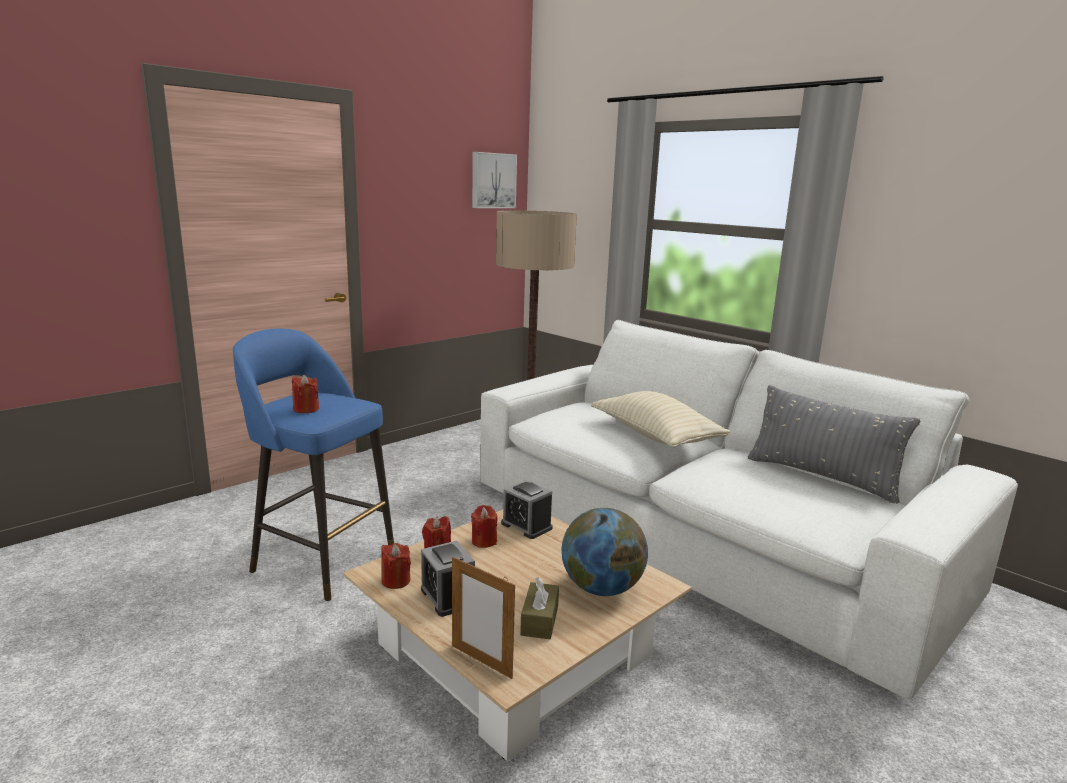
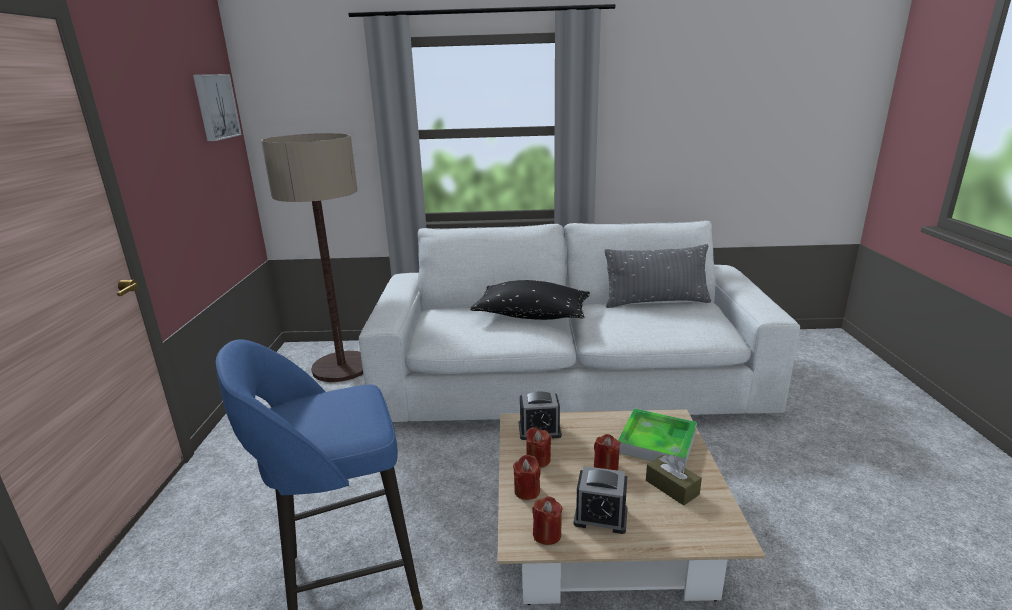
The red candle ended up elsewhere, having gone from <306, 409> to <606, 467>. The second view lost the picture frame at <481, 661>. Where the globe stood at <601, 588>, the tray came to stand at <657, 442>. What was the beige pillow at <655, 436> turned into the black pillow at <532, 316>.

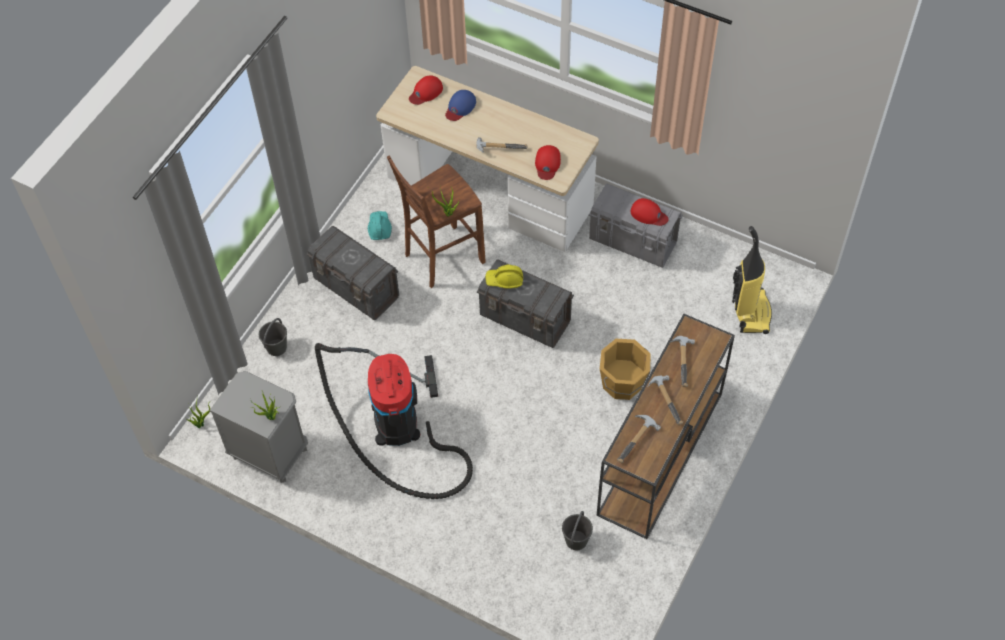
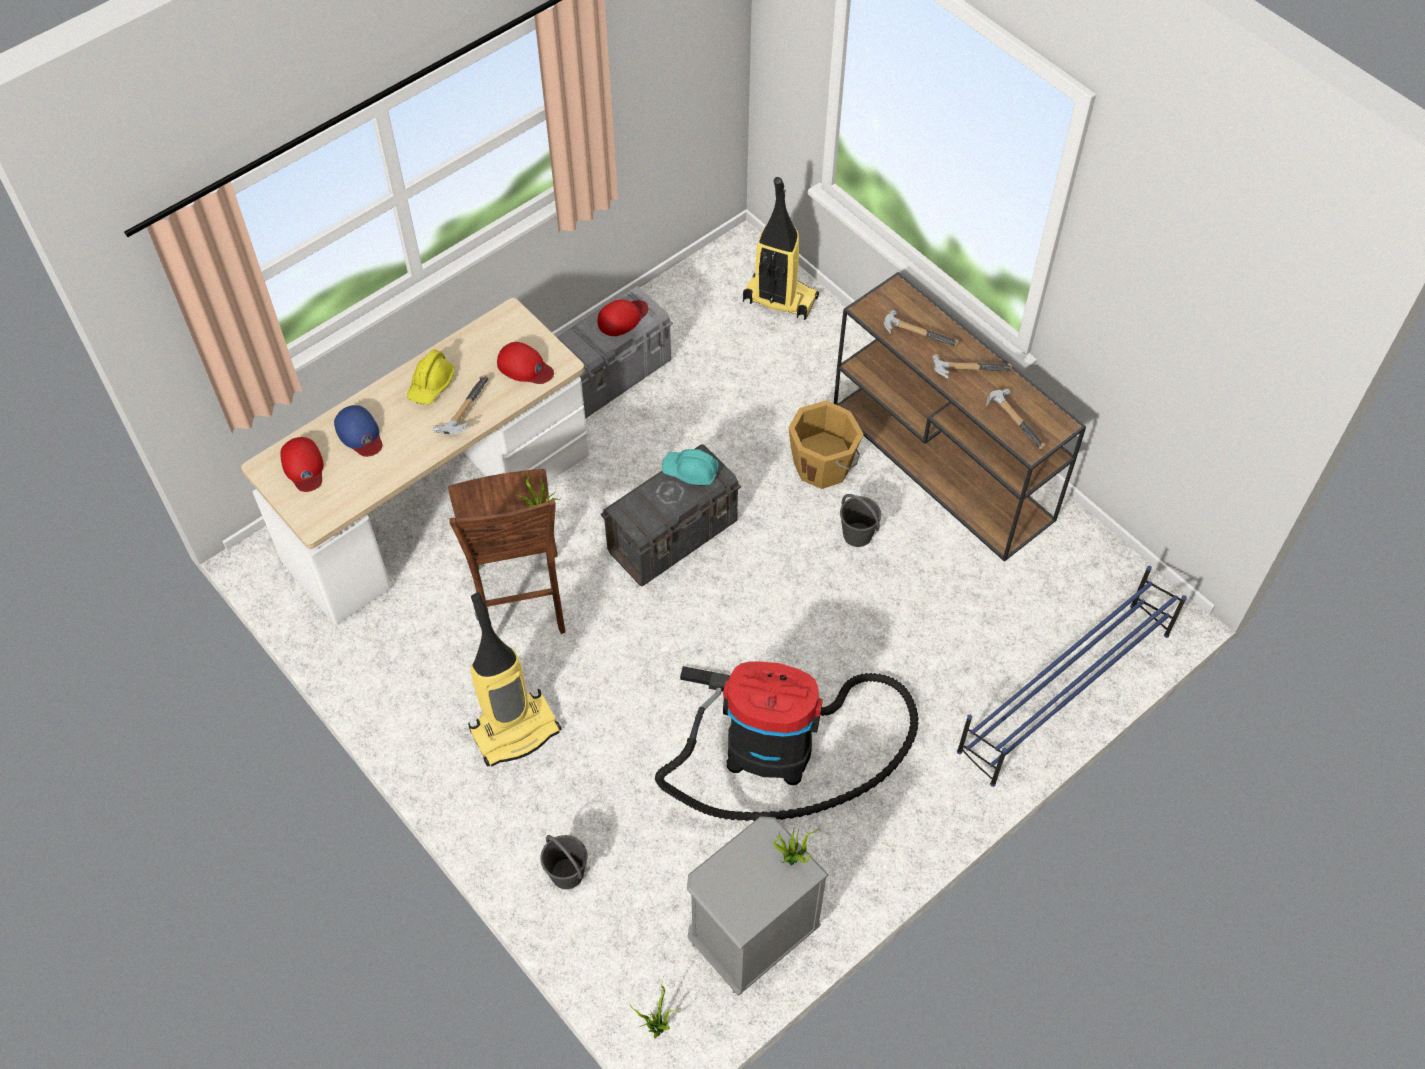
Where the grey storage box stood at <356, 288>, the vacuum cleaner came to stand at <515, 729>. The turquoise hard hat ended up elsewhere, having gone from <379, 228> to <690, 471>. The yellow hard hat ended up elsewhere, having gone from <504, 280> to <431, 385>. The grey bucket ended up elsewhere, having gone from <576, 540> to <858, 535>. The second view gained the blue shoe rack at <1063, 692>.

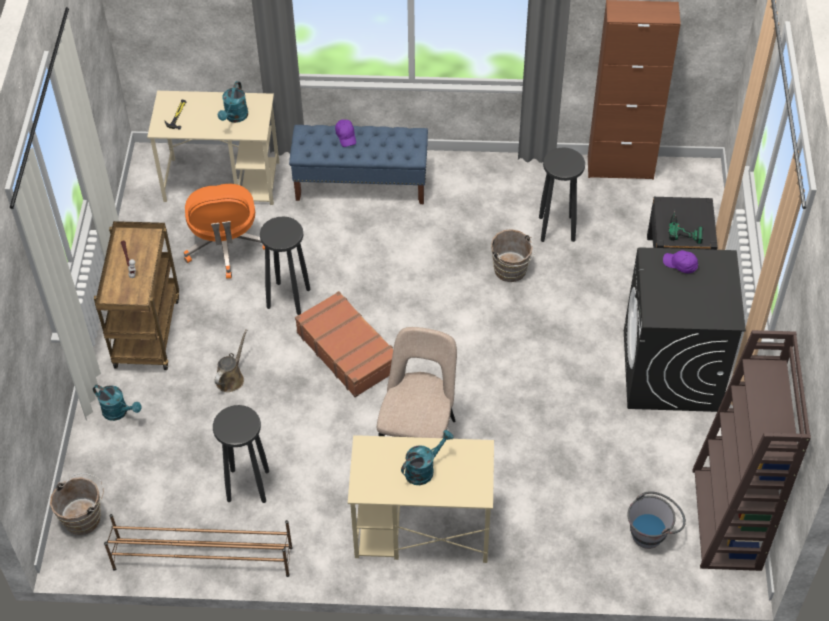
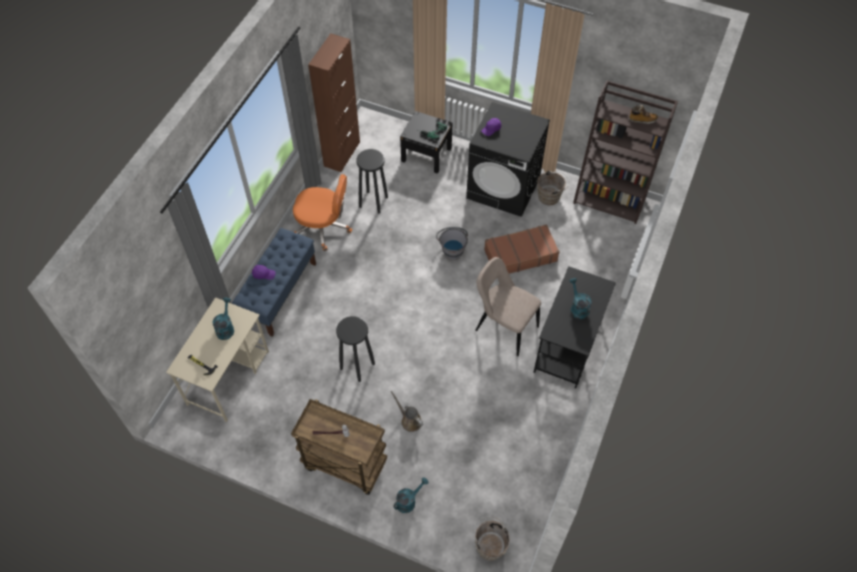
The second view lost the brown shoe rack at <202, 557>. The orange office chair ended up elsewhere, having gone from <225, 246> to <323, 227>. The second view lost the black stool at <247, 485>. The turquoise watering can at <235, 117> ended up facing another way, 120 degrees counterclockwise from before. The brown suitcase ended up elsewhere, having gone from <348, 351> to <520, 255>. What was the beige desk at <421, 530> turned into the black desk at <567, 347>. The brown bucket ended up elsewhere, having gone from <511, 271> to <550, 197>. The grey bucket ended up elsewhere, having gone from <652, 532> to <452, 249>. The second view gained the boot at <642, 120>.

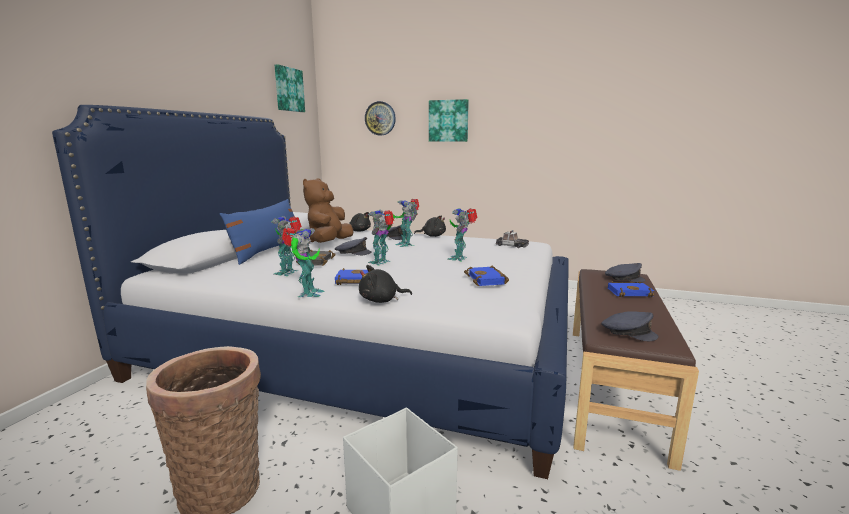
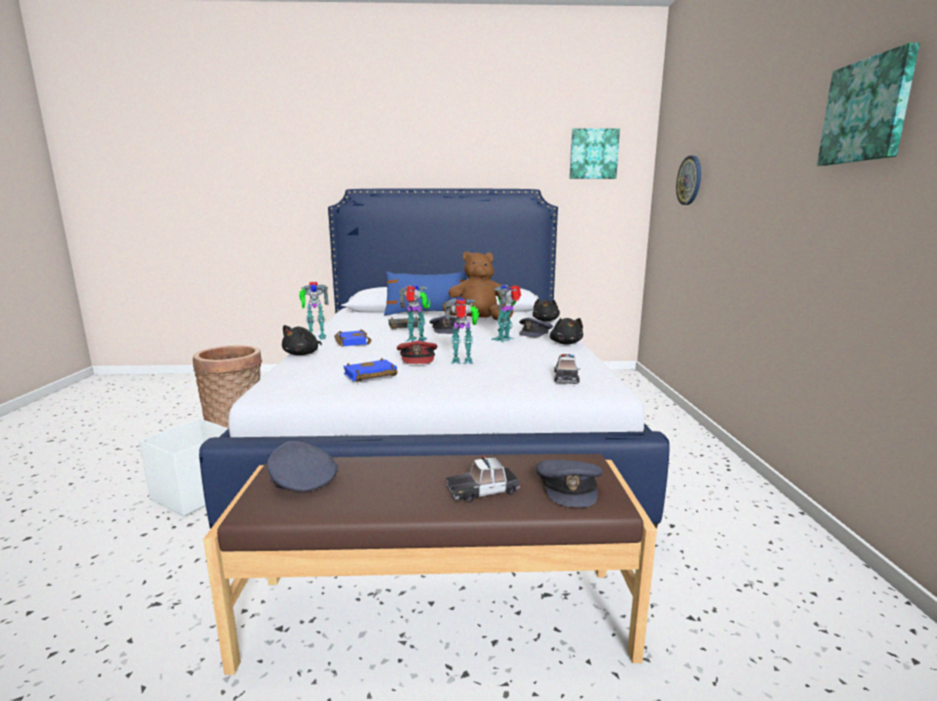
The second view lost the toy robot at <288, 272>. The black plush toy at <381, 300> ended up facing another way, 120 degrees counterclockwise from before. The picture ended up elsewhere, having gone from <448, 121> to <867, 111>. The grey cap at <627, 332> ended up facing another way, 120 degrees clockwise from before. Where the blue book stood at <630, 292>, the toy car came to stand at <482, 490>. The second view gained the red cap at <417, 358>.

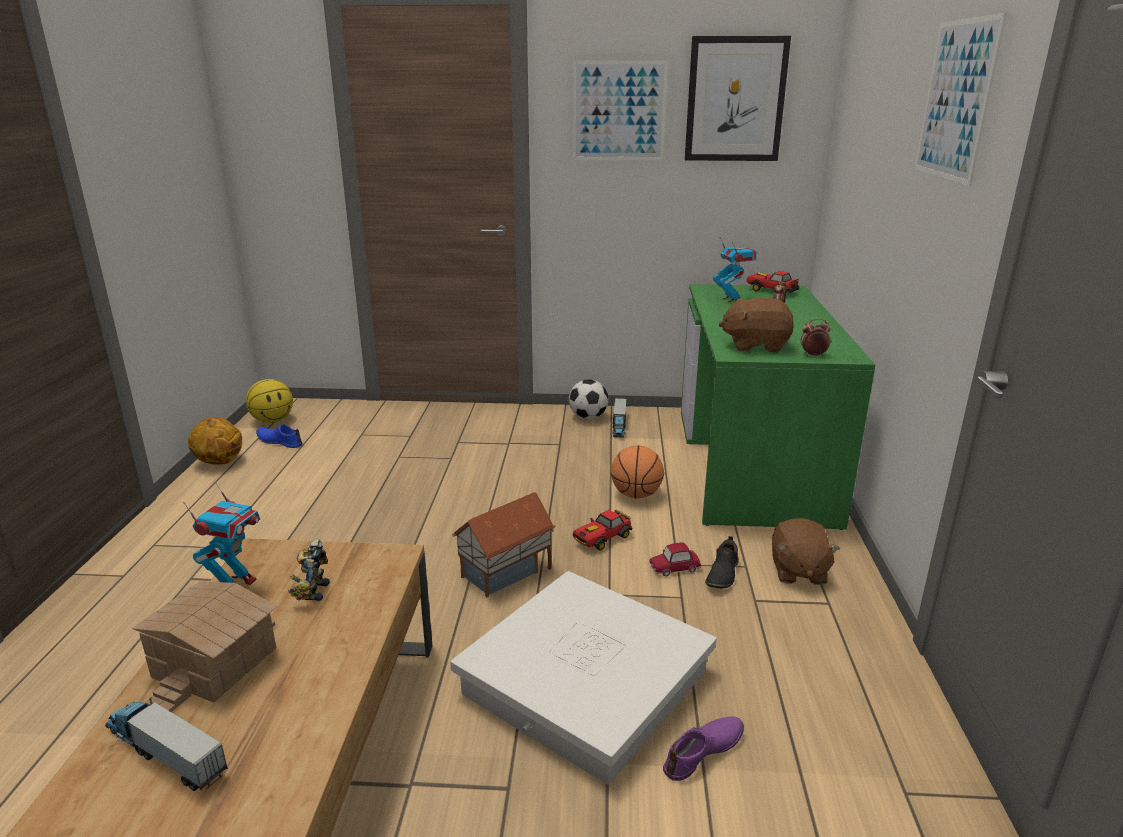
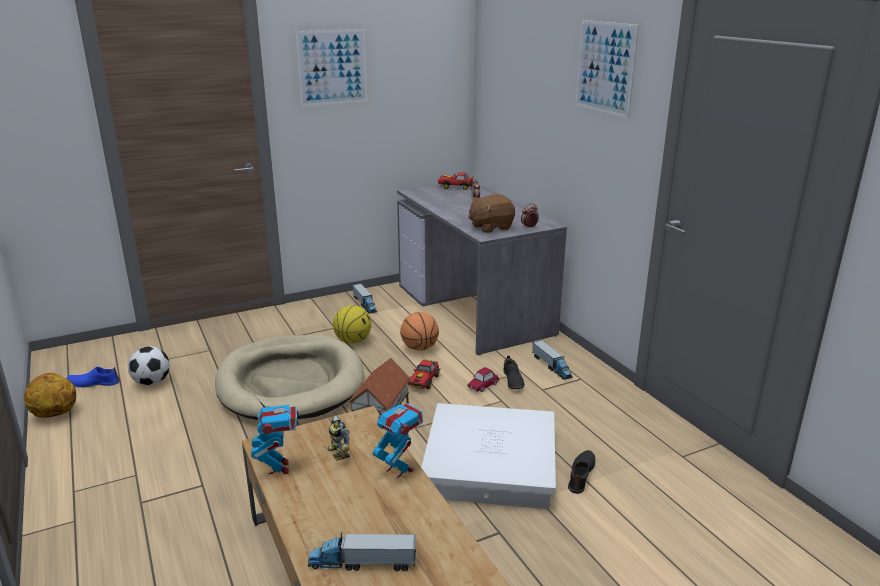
The second view lost the toy house at <213, 662>. The basketball ended up elsewhere, having gone from <273, 421> to <353, 341>. The football ended up elsewhere, having gone from <588, 417> to <152, 382>. What was the purple shoe at <703, 752> turned into the black shoe at <581, 475>. What was the green desk at <753, 464> turned into the grey desk at <474, 309>. The second view lost the picture at <735, 100>. The toy robot ended up elsewhere, having gone from <732, 300> to <399, 469>. Where the brown plush toy stood at <797, 571>, the toy truck came to stand at <551, 366>. The second view gained the beige dog bed at <290, 383>.

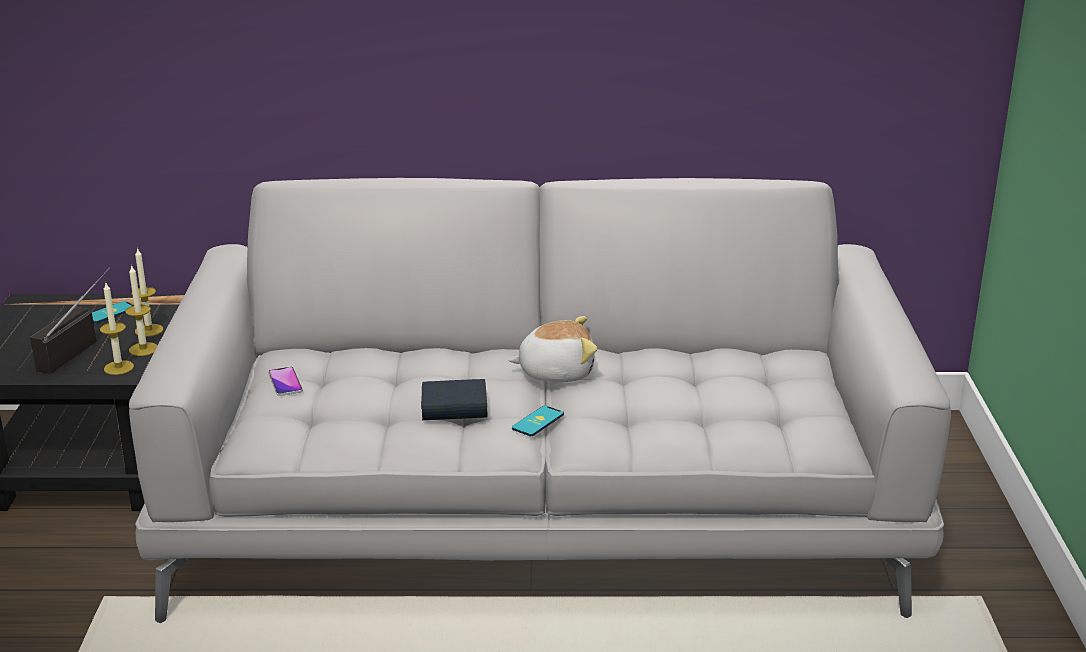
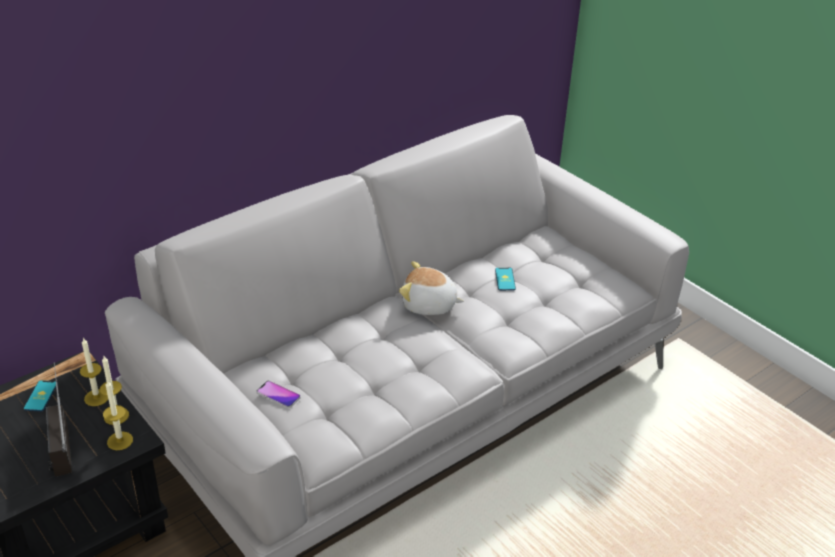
The second view lost the book at <454, 407>. The plush toy at <556, 372> ended up facing another way, 120 degrees counterclockwise from before. The phone ended up elsewhere, having gone from <538, 421> to <505, 279>.

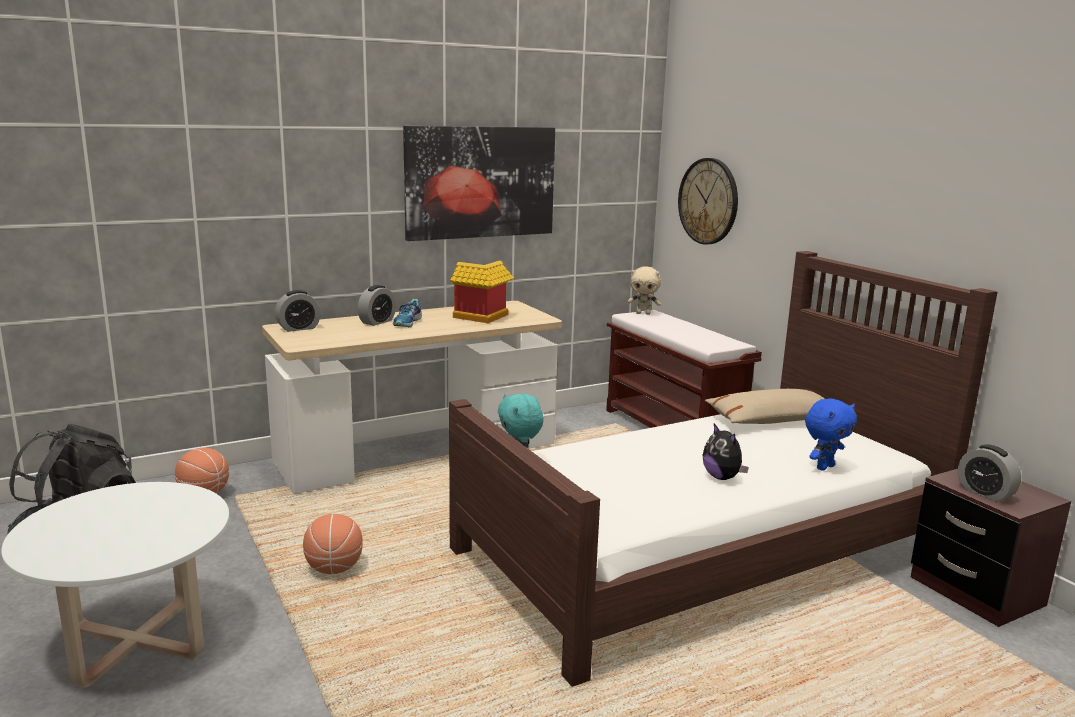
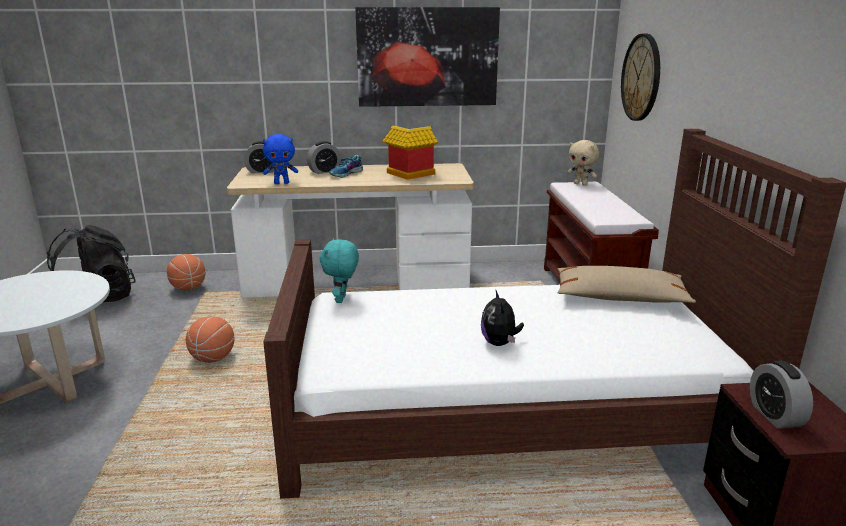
The blue plush toy ended up elsewhere, having gone from <824, 467> to <282, 183>.

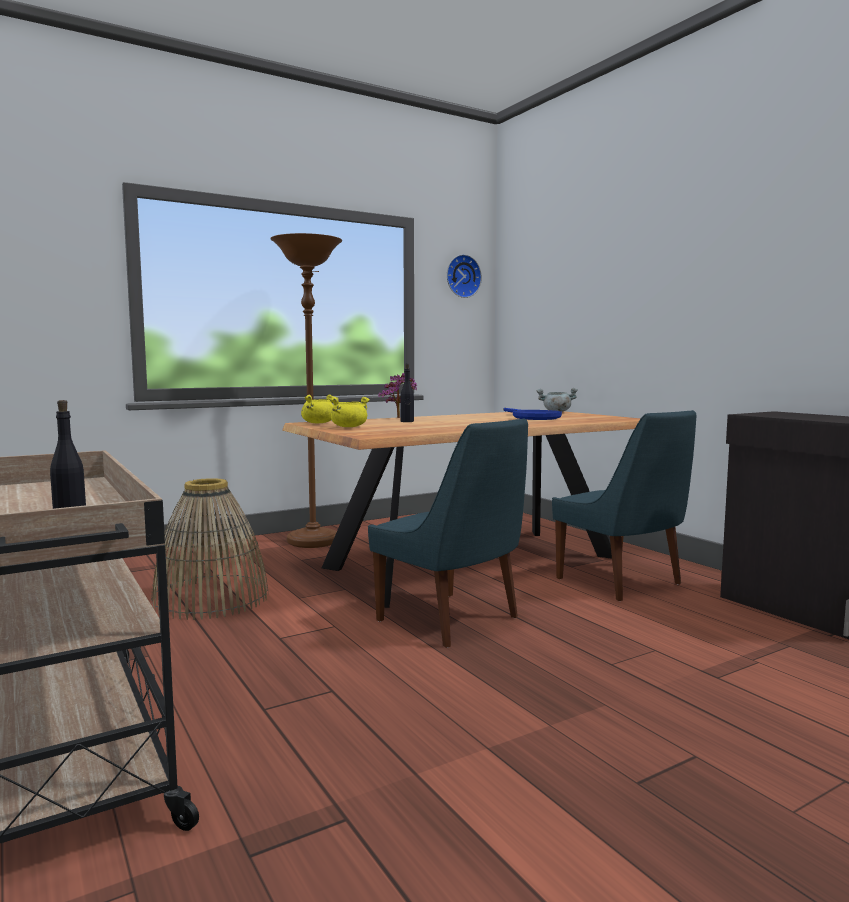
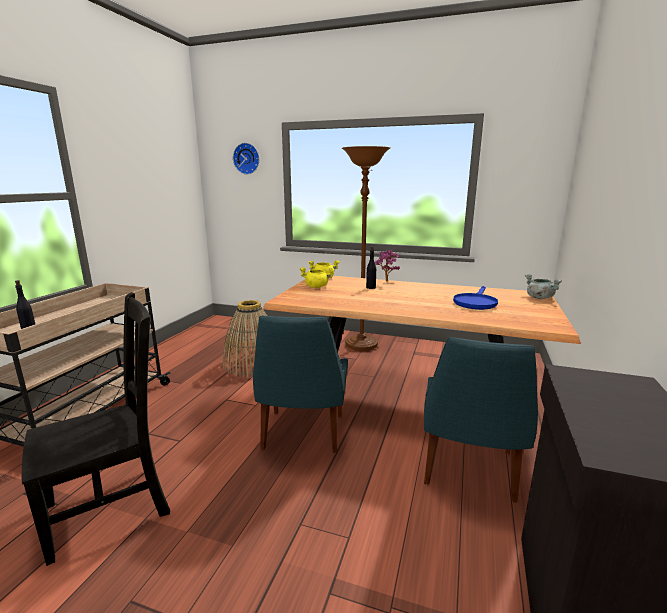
The wall clock ended up elsewhere, having gone from <462, 276> to <247, 158>. The second view gained the black chair at <113, 506>.

